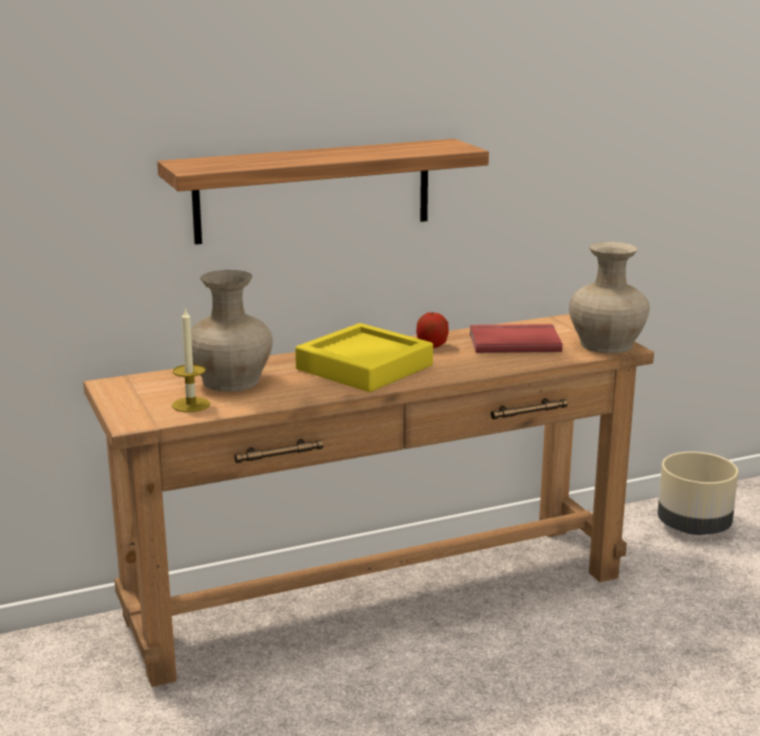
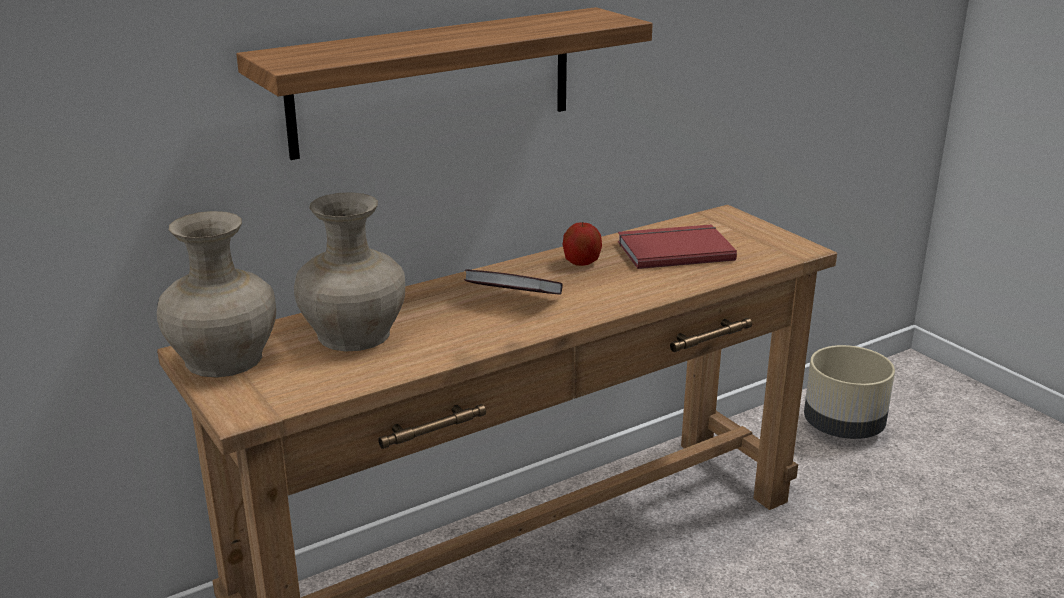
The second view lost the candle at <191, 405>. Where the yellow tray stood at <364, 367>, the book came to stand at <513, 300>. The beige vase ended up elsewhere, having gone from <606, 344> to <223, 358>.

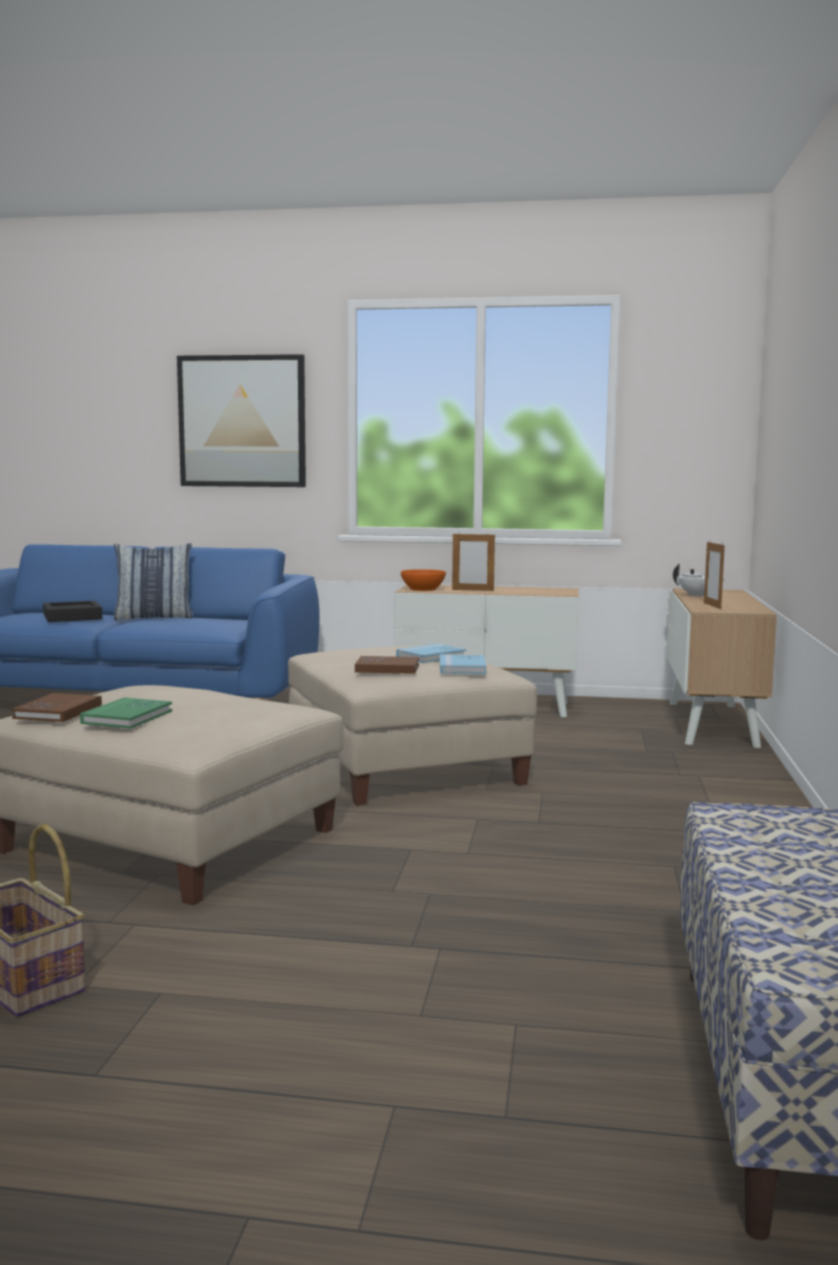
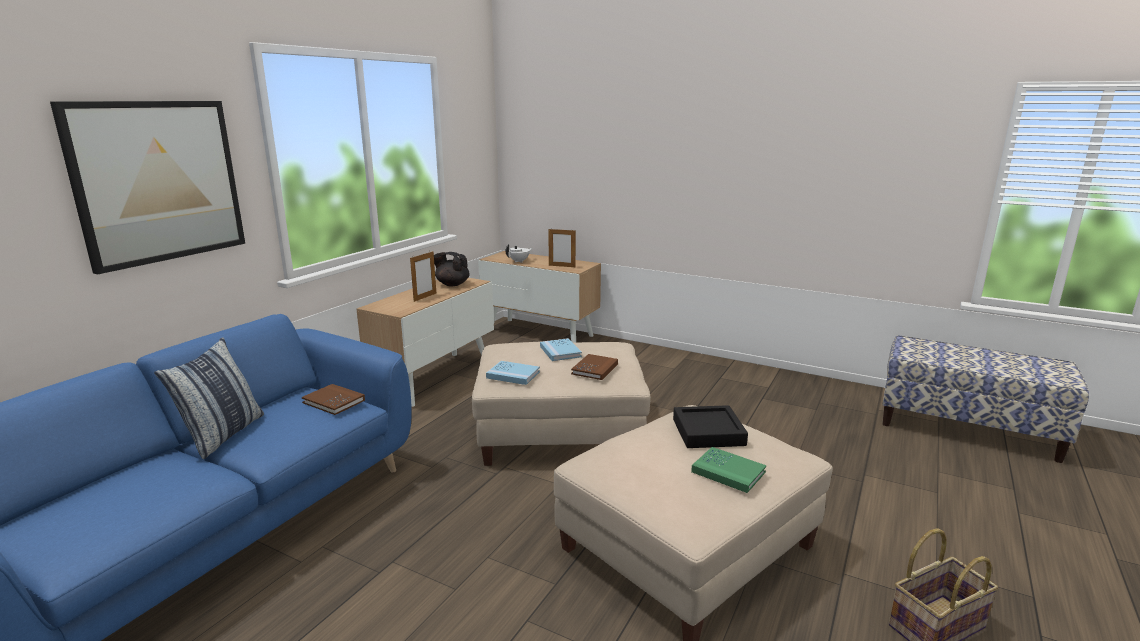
The brown book ended up elsewhere, having gone from <58, 711> to <333, 401>. The black tray ended up elsewhere, having gone from <72, 617> to <708, 432>. The second view lost the orange bowl at <423, 589>. The blue book ended up elsewhere, having gone from <462, 667> to <513, 375>. The second view gained the black teapot at <452, 284>.

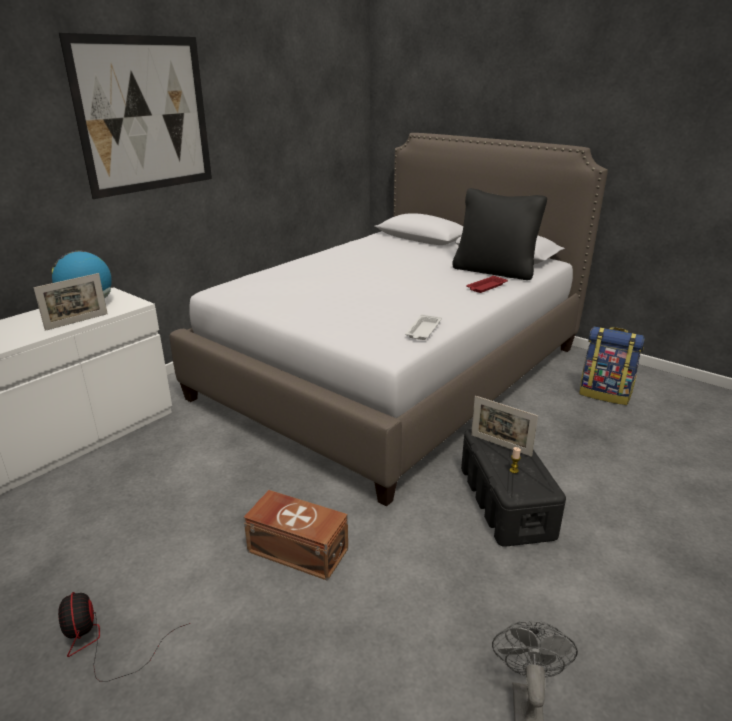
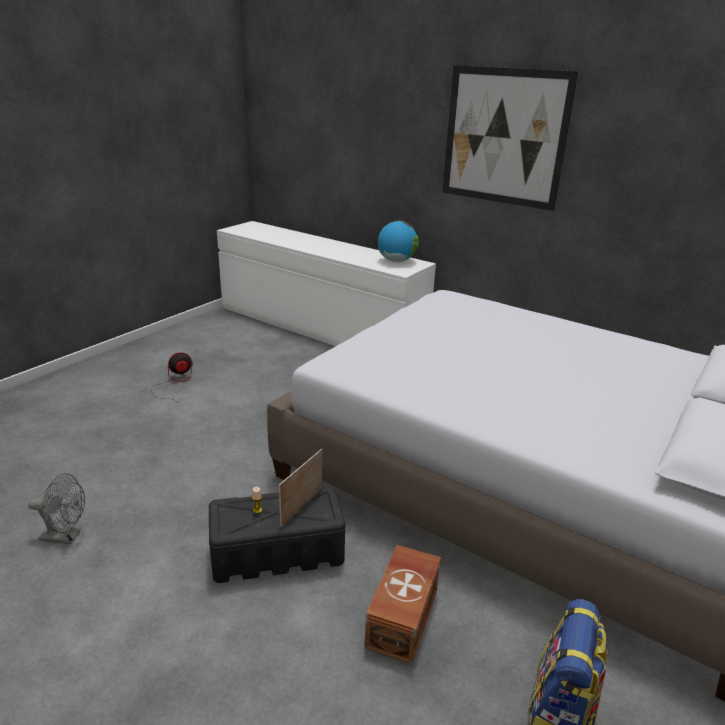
The second view lost the picture frame at <77, 322>. The brown storage box ended up elsewhere, having gone from <297, 549> to <404, 617>. The second view lost the white tray at <423, 331>. The second view lost the black pillow at <494, 271>. The second view lost the red tray at <486, 287>.

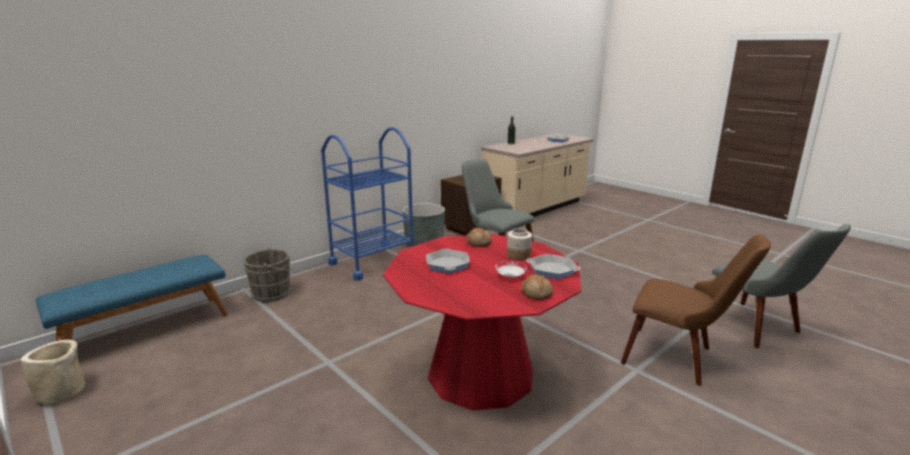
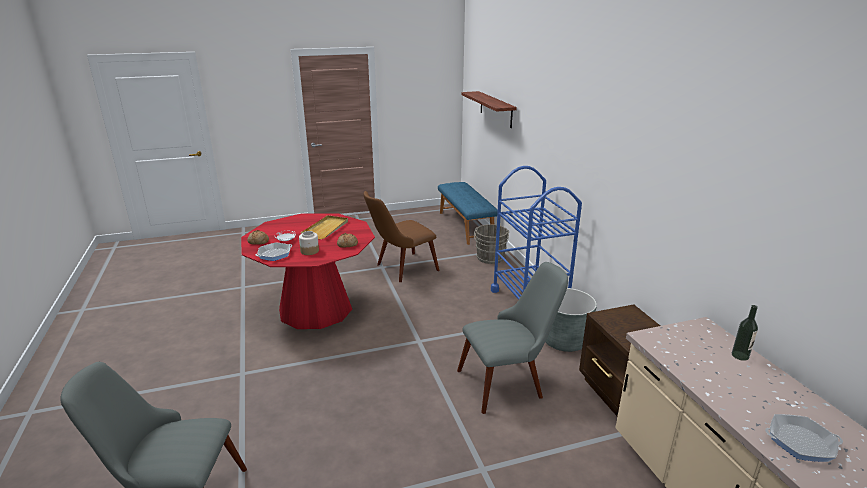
The second view lost the beige planter at <62, 392>. Where the frying pan stood at <447, 265>, the beige tray came to stand at <326, 229>. The brown chair ended up elsewhere, having gone from <680, 358> to <400, 269>. The second view gained the shelf at <496, 109>.

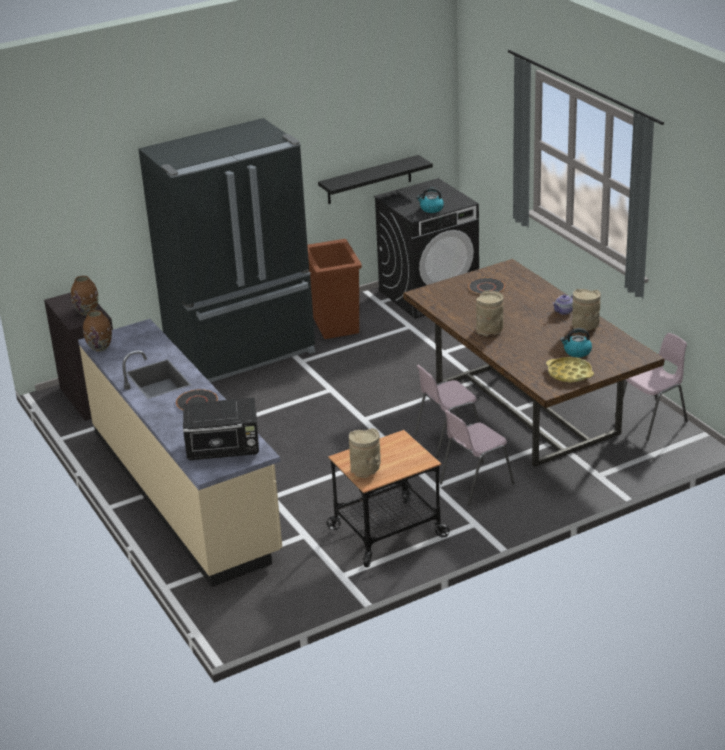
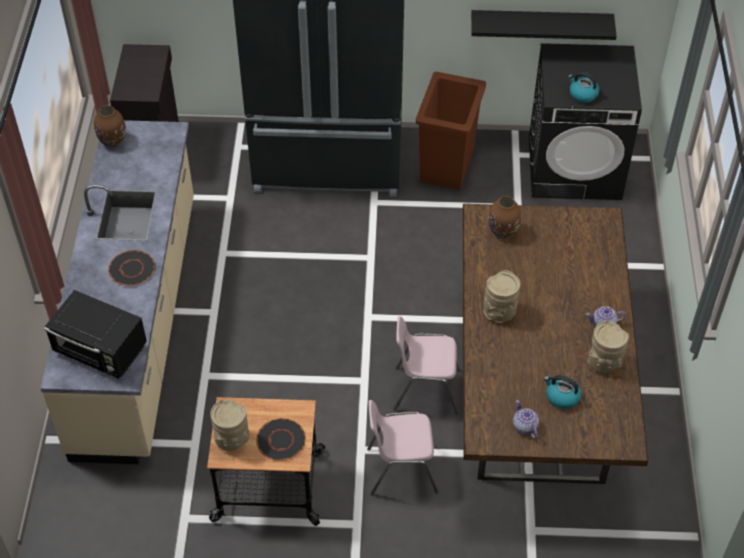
The brown vase ended up elsewhere, having gone from <87, 311> to <503, 232>. The black plate ended up elsewhere, having gone from <486, 287> to <281, 440>. Where the yellow tray stood at <569, 373>, the teapot came to stand at <524, 427>. The second view lost the pink chair at <653, 421>.

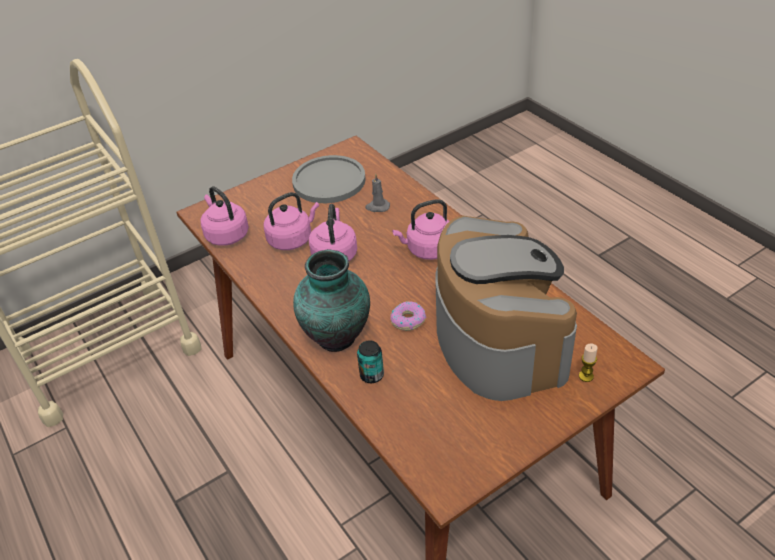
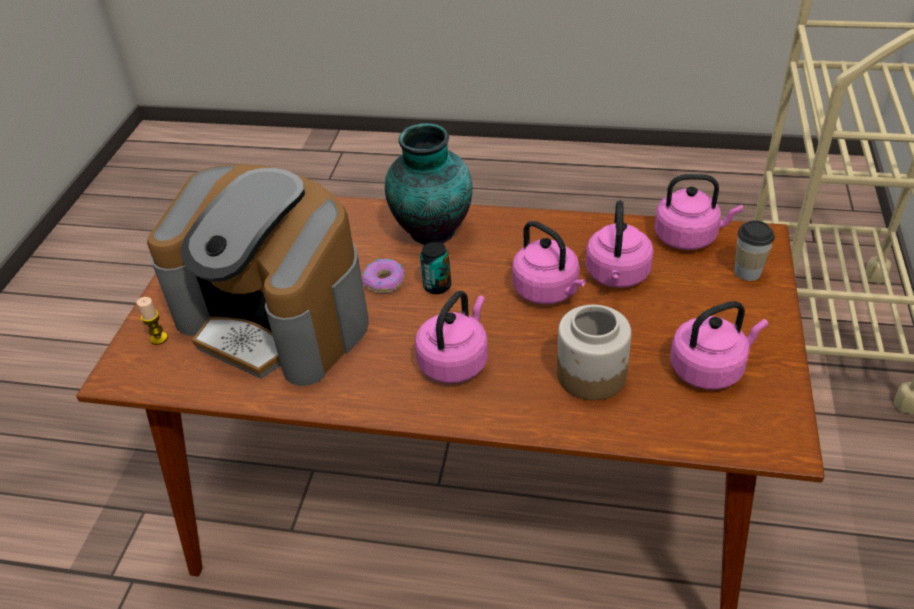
Where the grey plate stood at <329, 181>, the pink kettle came to stand at <710, 368>. The can ended up elsewhere, having gone from <372, 375> to <437, 286>. Where the grey candle stood at <377, 207>, the jar came to stand at <592, 375>. The second view gained the cup at <747, 272>.

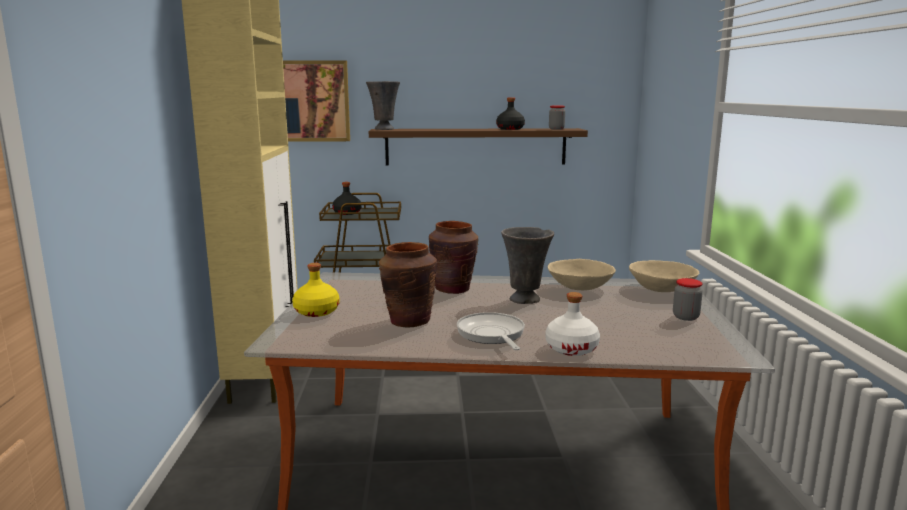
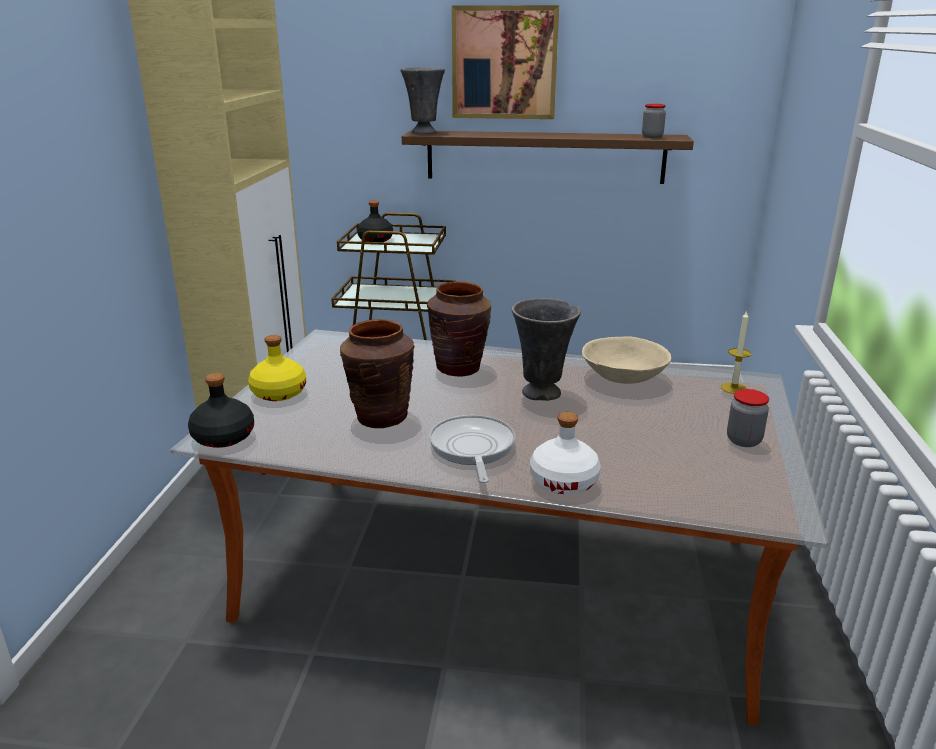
The picture ended up elsewhere, having gone from <309, 101> to <504, 63>. The black bottle ended up elsewhere, having gone from <510, 129> to <223, 437>. Where the beige bowl stood at <661, 289>, the candle came to stand at <734, 388>.

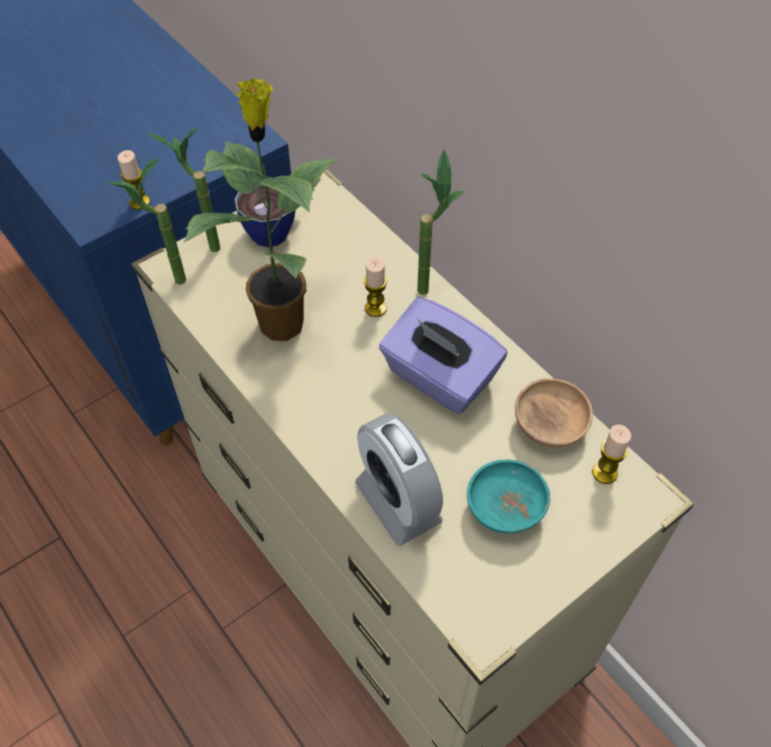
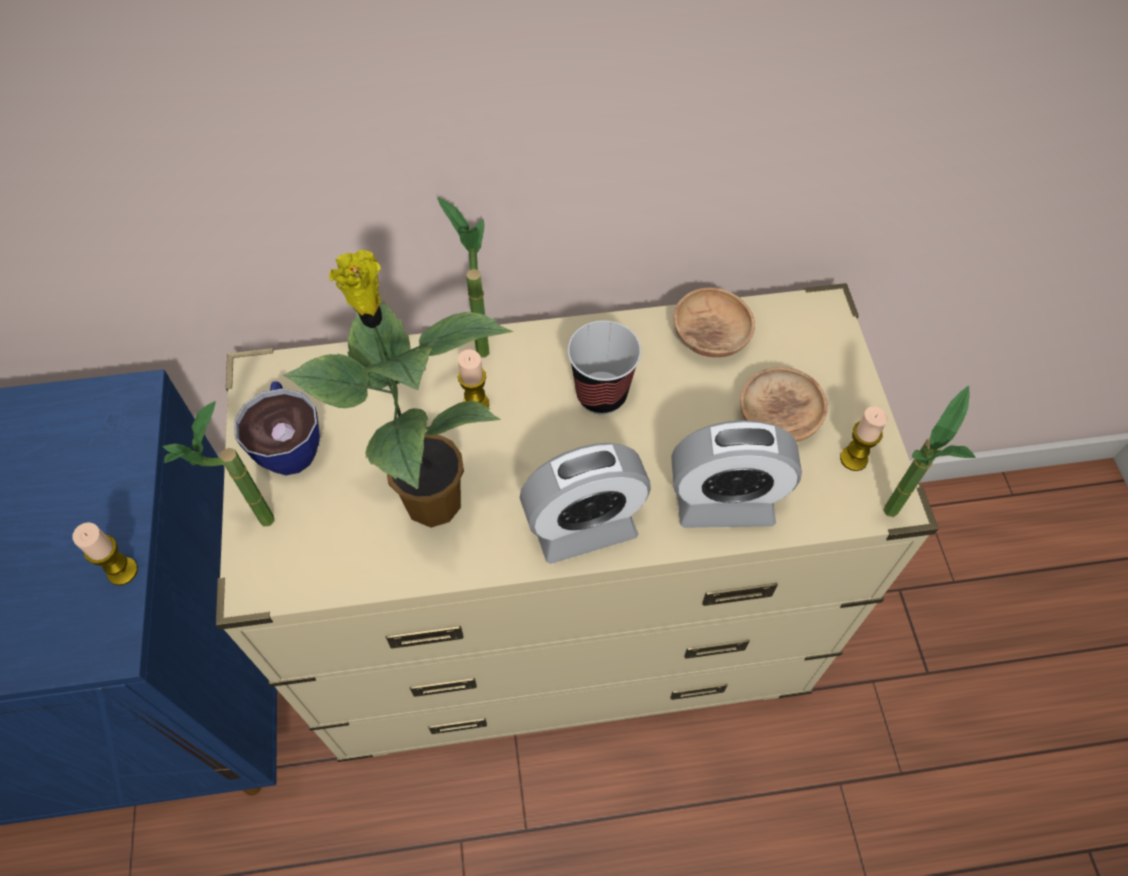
The potted plant ended up elsewhere, having gone from <168, 283> to <890, 524>. Where the purple tissue box stood at <439, 378>, the cup came to stand at <601, 394>. What was the turquoise bowl at <505, 508> turned into the brown bowl at <778, 418>. The candle ended up elsewhere, having gone from <604, 473> to <853, 459>. The second view gained the alarm clock at <584, 526>.

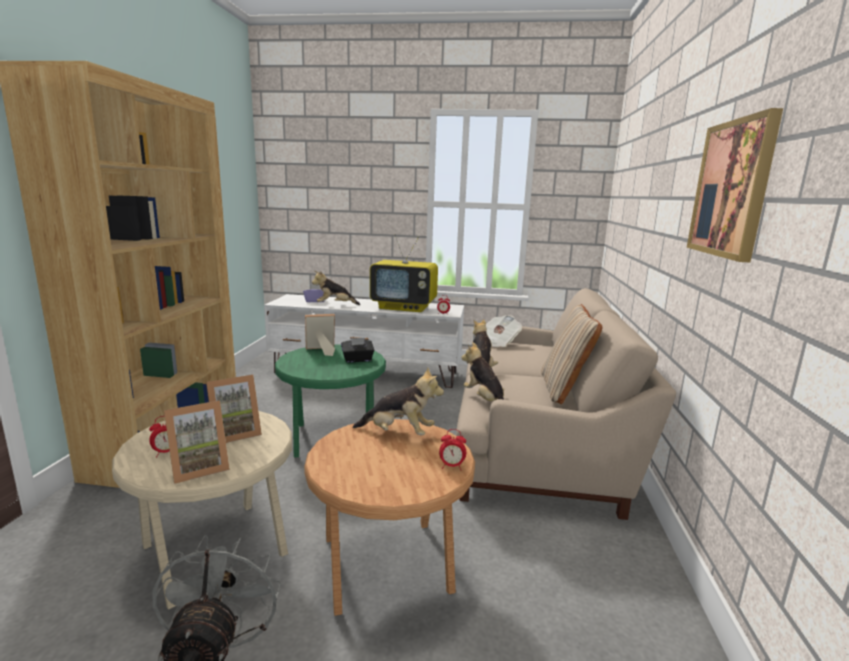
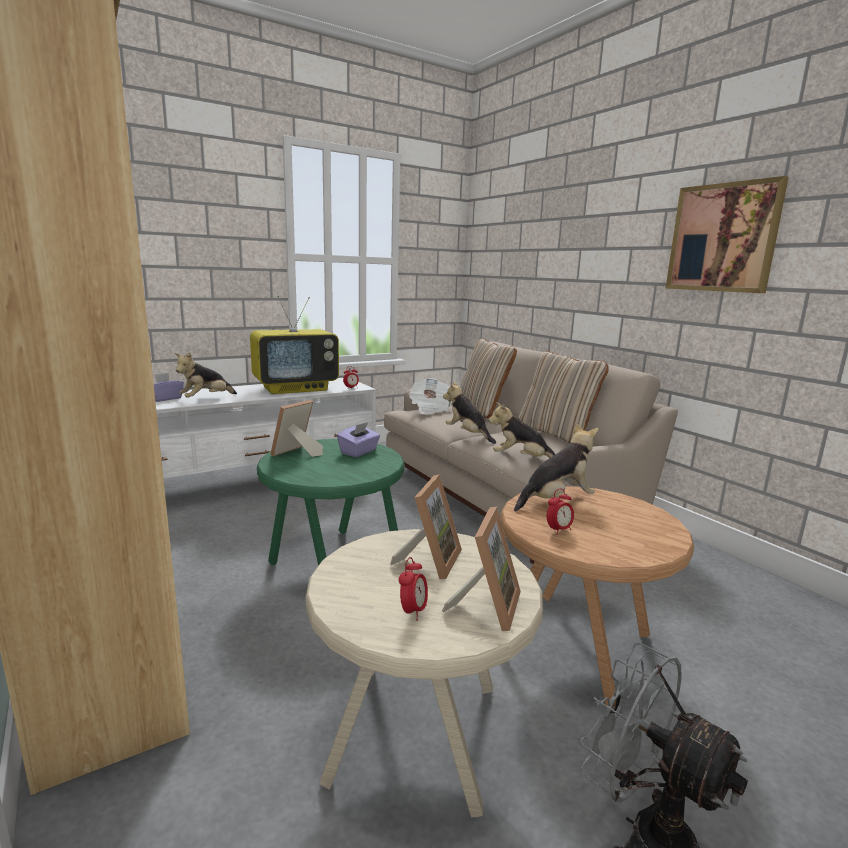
What was the black tissue box at <357, 360> turned into the purple tissue box at <359, 452>. The alarm clock ended up elsewhere, having gone from <452, 466> to <558, 530>. The second view gained the beige pillow at <482, 410>.

